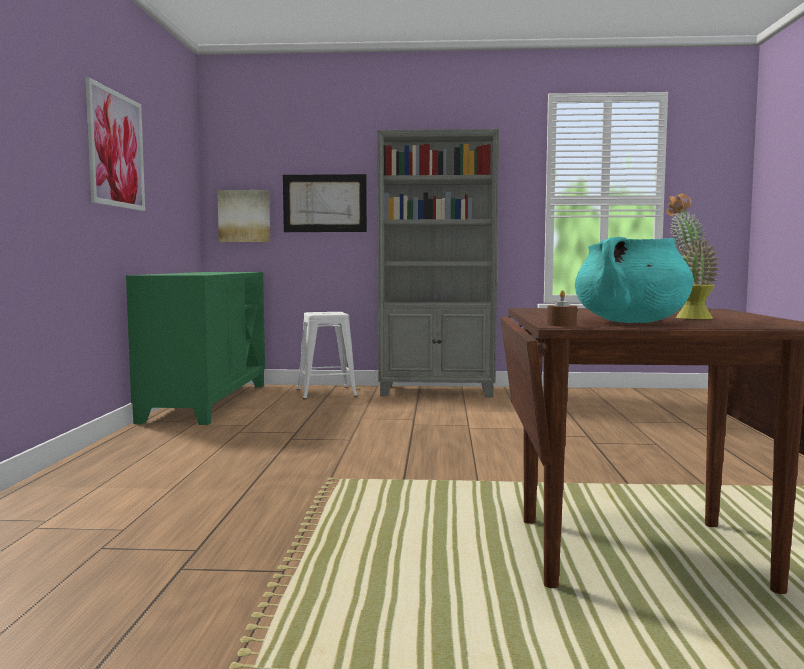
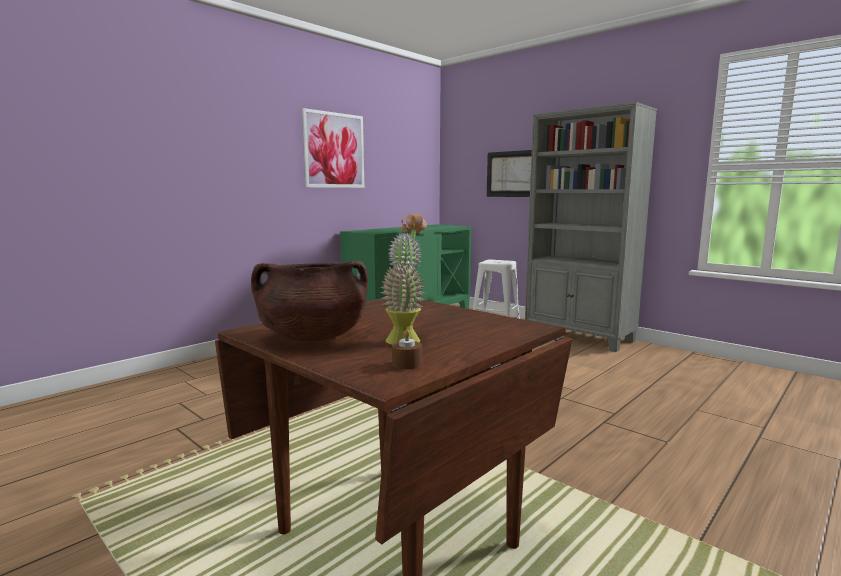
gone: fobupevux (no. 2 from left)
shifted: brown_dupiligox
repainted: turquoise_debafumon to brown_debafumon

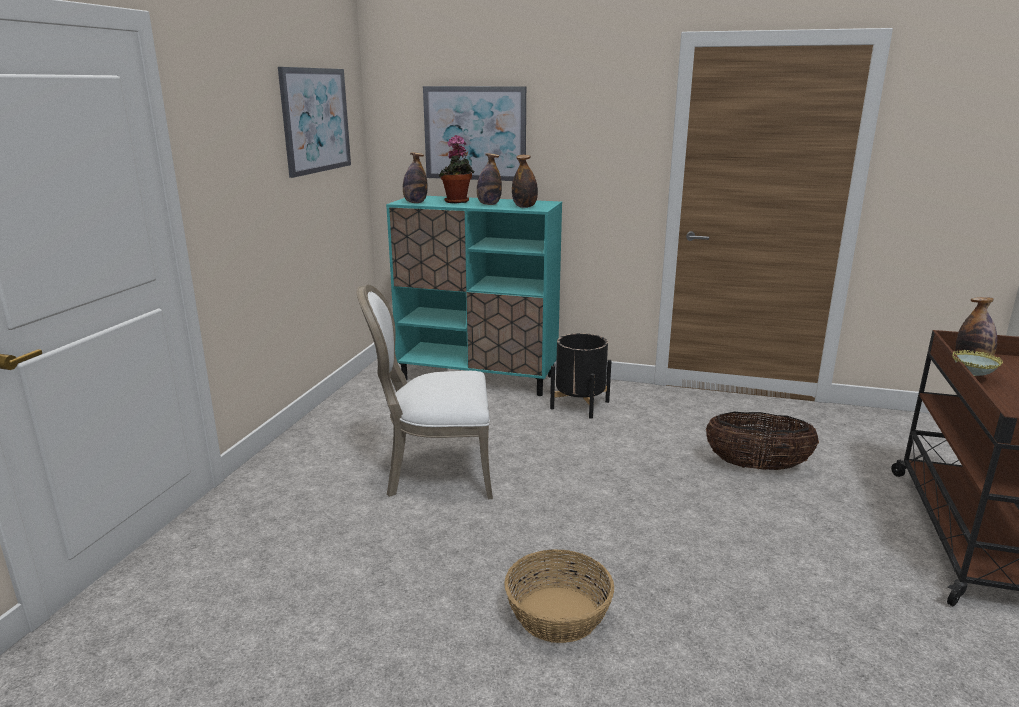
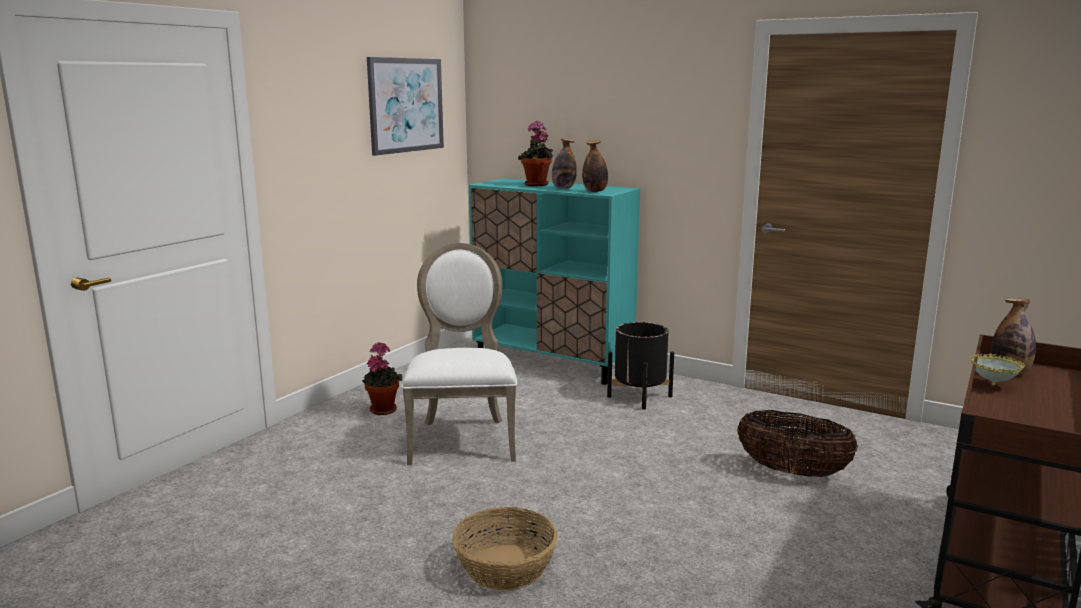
gone: fobupevux (no. 2 from left); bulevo (no. 1 from left)
new: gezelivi (no. 1 from left)
rotated: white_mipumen 75 degrees clockwise

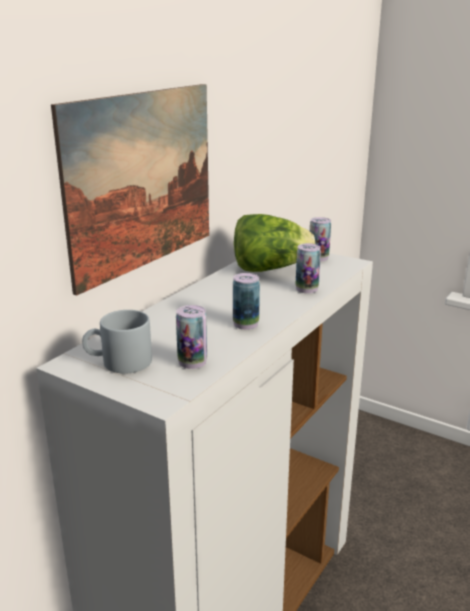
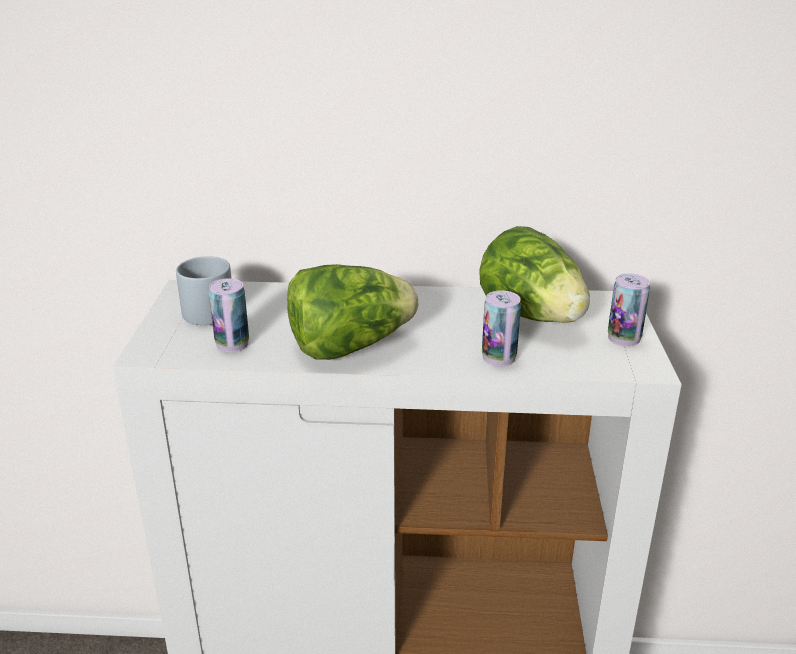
gone: fobupevux
swapped: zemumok (no. 2 from left) to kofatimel (no. 1 from left)

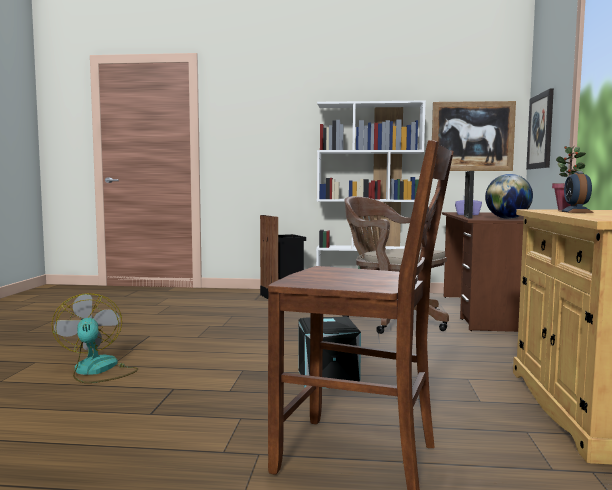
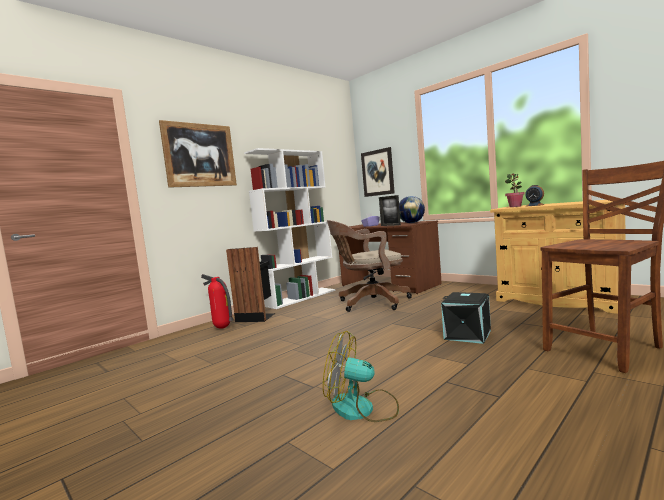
new: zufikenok
shifted: fobupevux (no. 1 from left)

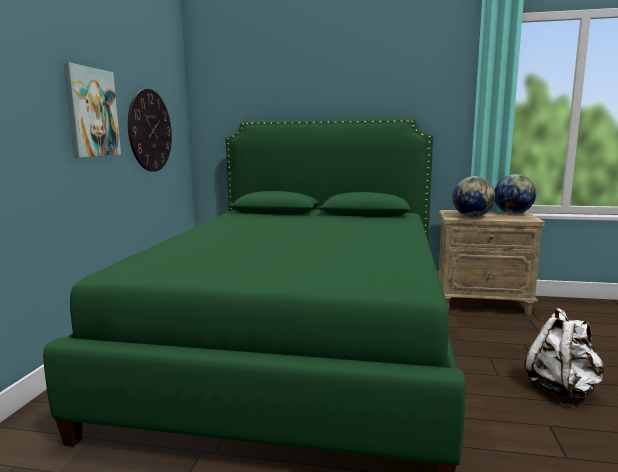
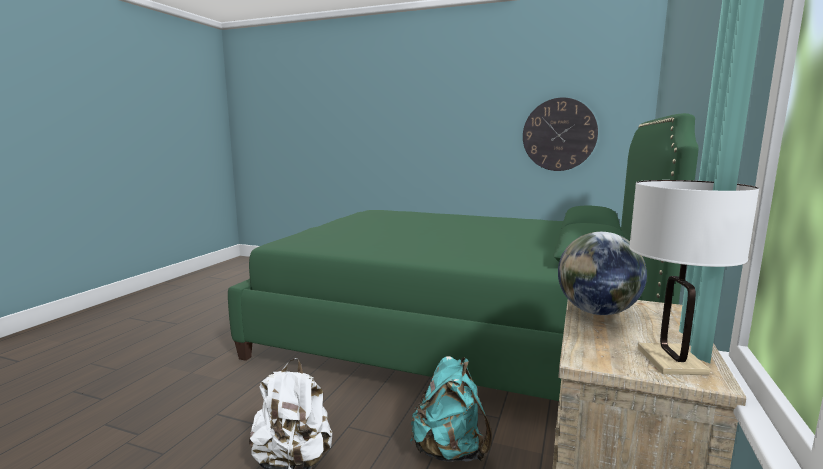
gone: fobupevux
new: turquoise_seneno
swapped: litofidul (no. 2 from left) to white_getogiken

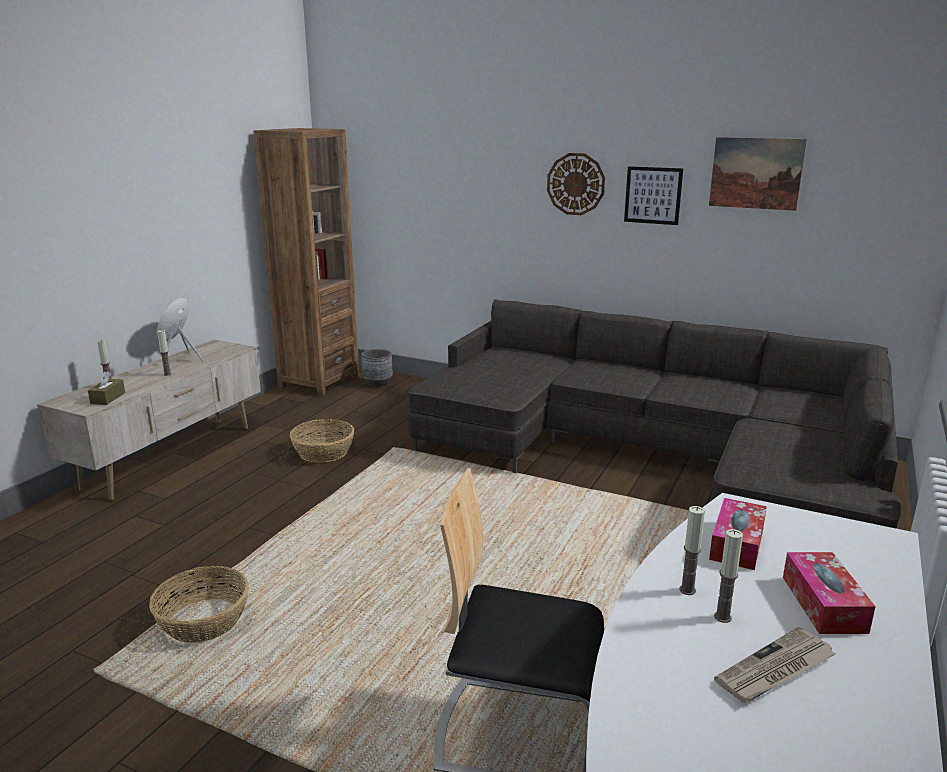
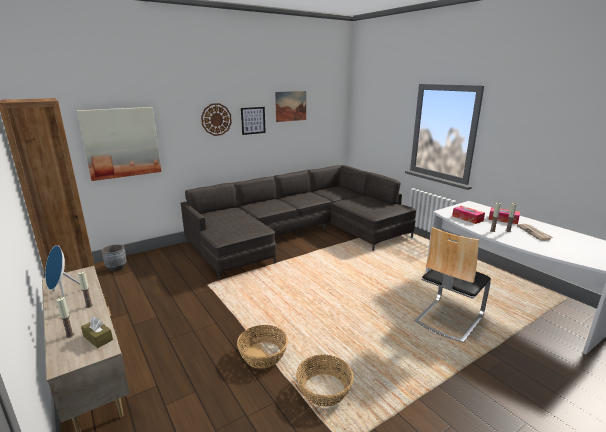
new: fobupevux (no. 1 from left)
shifted: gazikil (no. 2 from left in the first image) to gazikil (no. 1 from left)

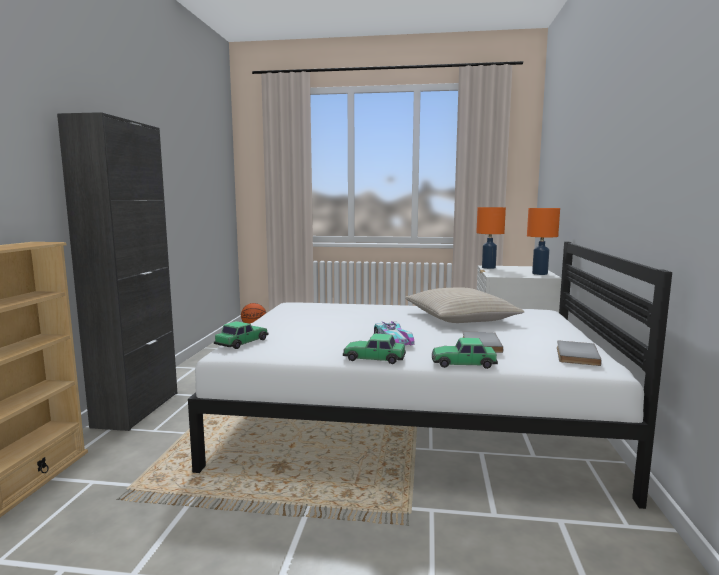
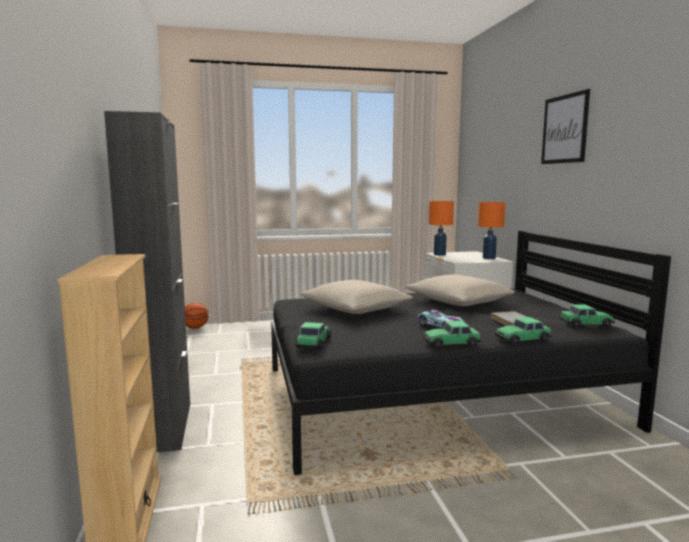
new: fobupevux; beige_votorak (no. 1 from left)
swapped: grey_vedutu (no. 2 from left) to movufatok (no. 5 from left)
repainted: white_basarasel to black_basarasel

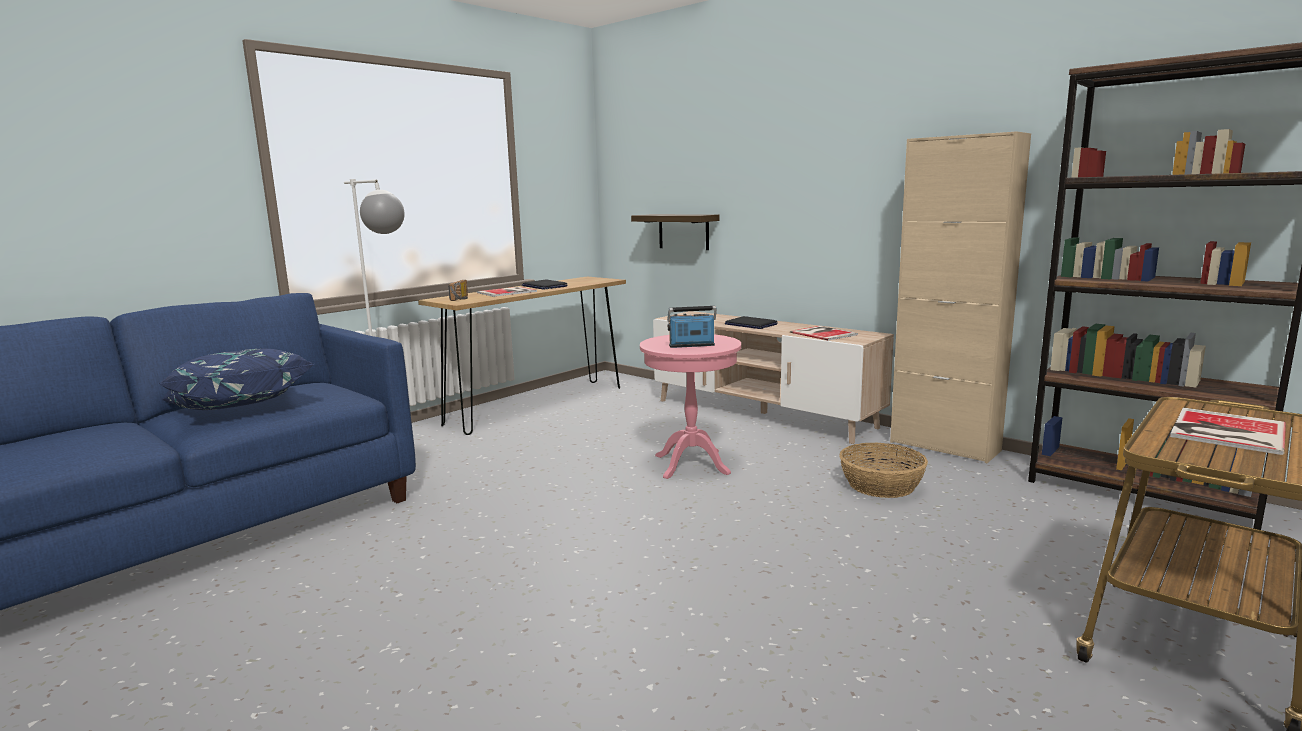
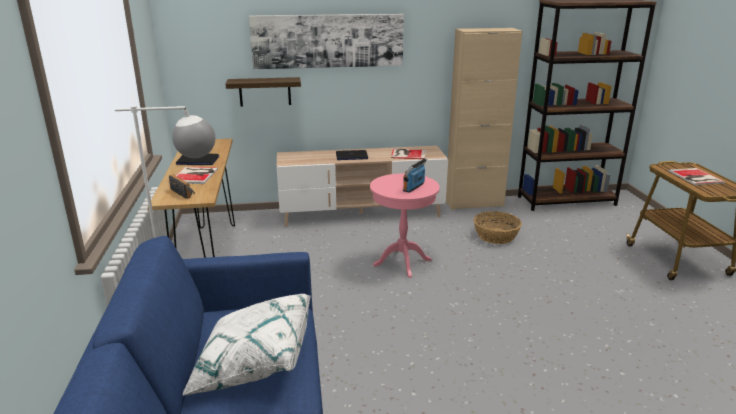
new: fobupevux
repainted: blue_votorak to white_votorak

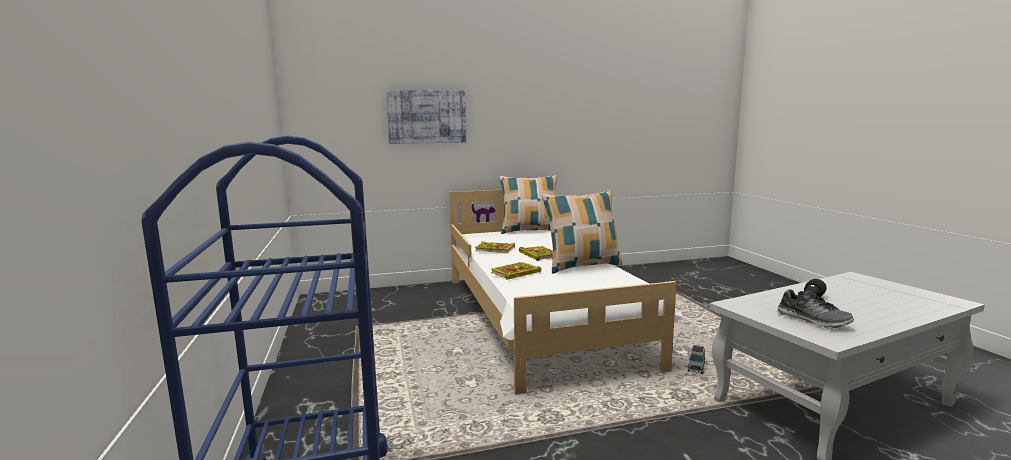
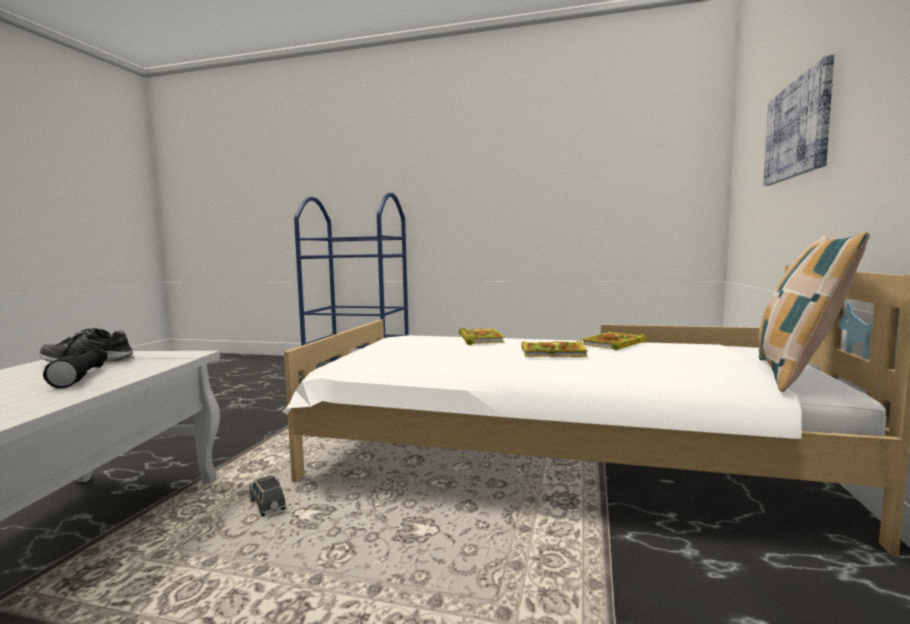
gone: votorak (no. 2 from left)

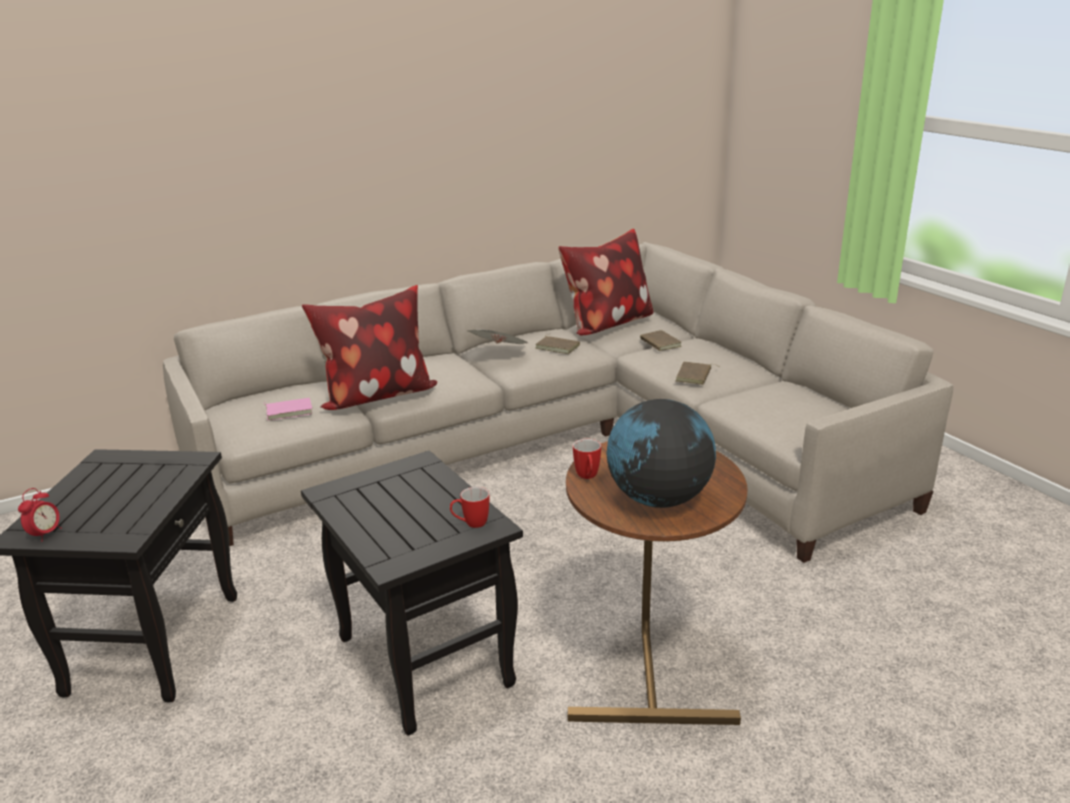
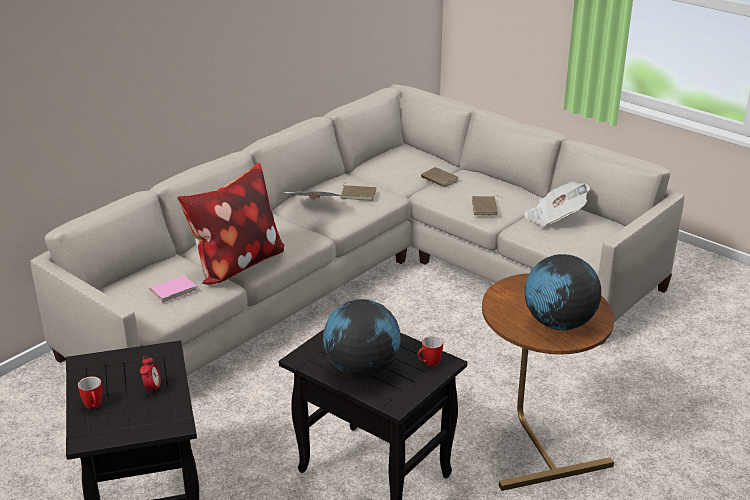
gone: votorak (no. 2 from left)
new: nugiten (no. 2 from left); litofidul (no. 1 from left)
shifted: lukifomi (no. 2 from left in the first image) to lukifomi (no. 1 from left); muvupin

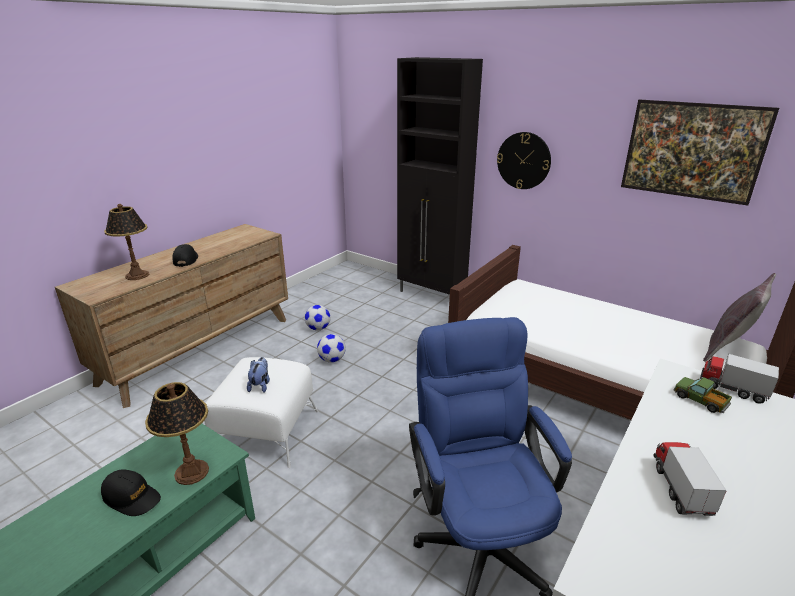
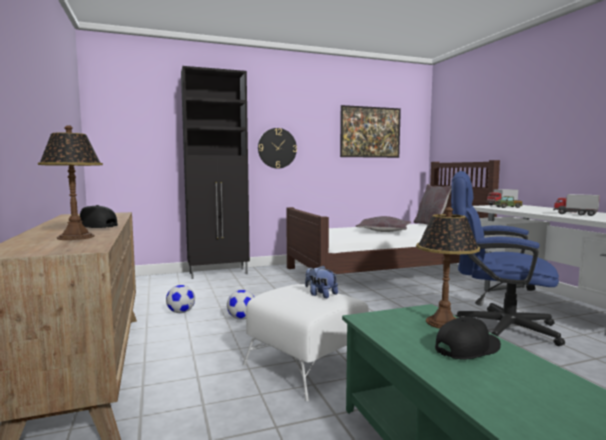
new: grey_votorak (no. 1 from left)

